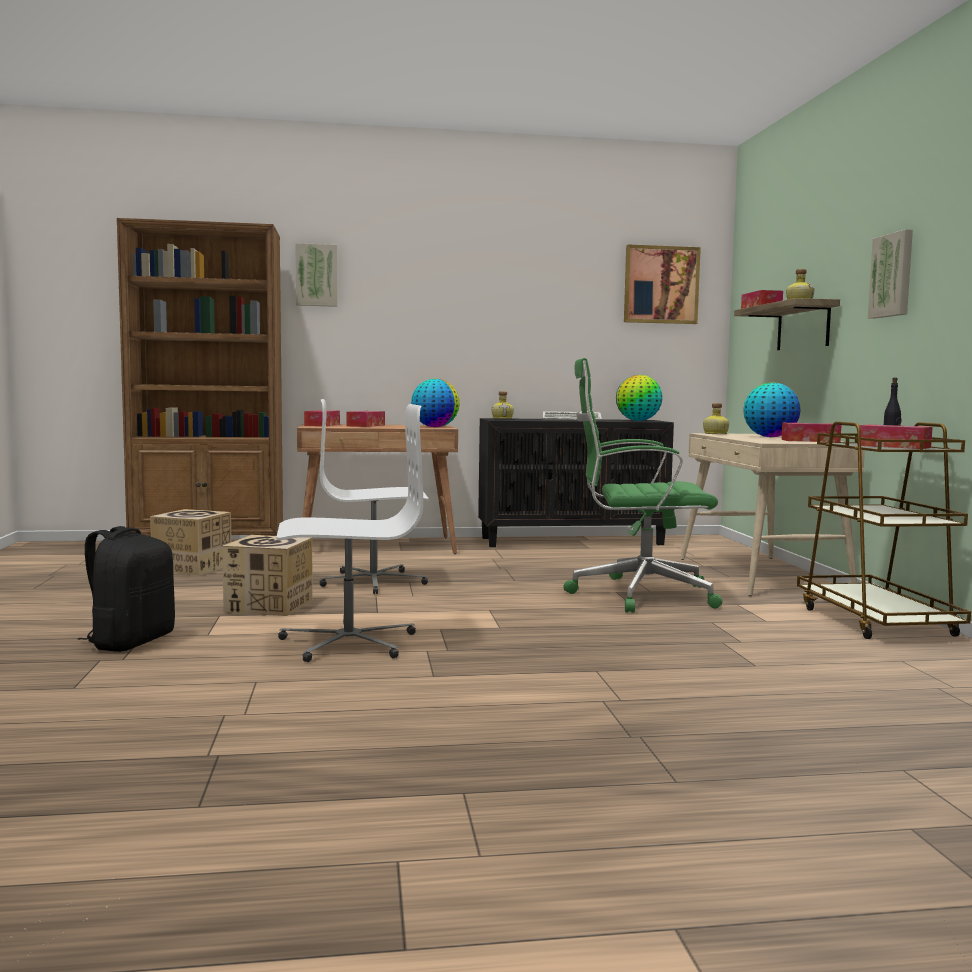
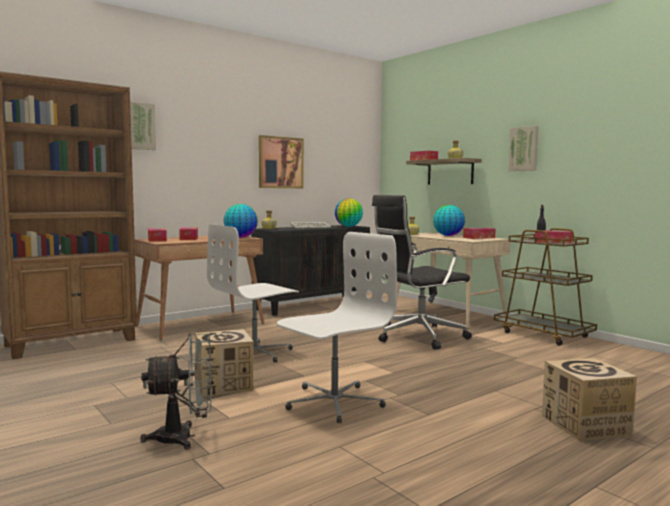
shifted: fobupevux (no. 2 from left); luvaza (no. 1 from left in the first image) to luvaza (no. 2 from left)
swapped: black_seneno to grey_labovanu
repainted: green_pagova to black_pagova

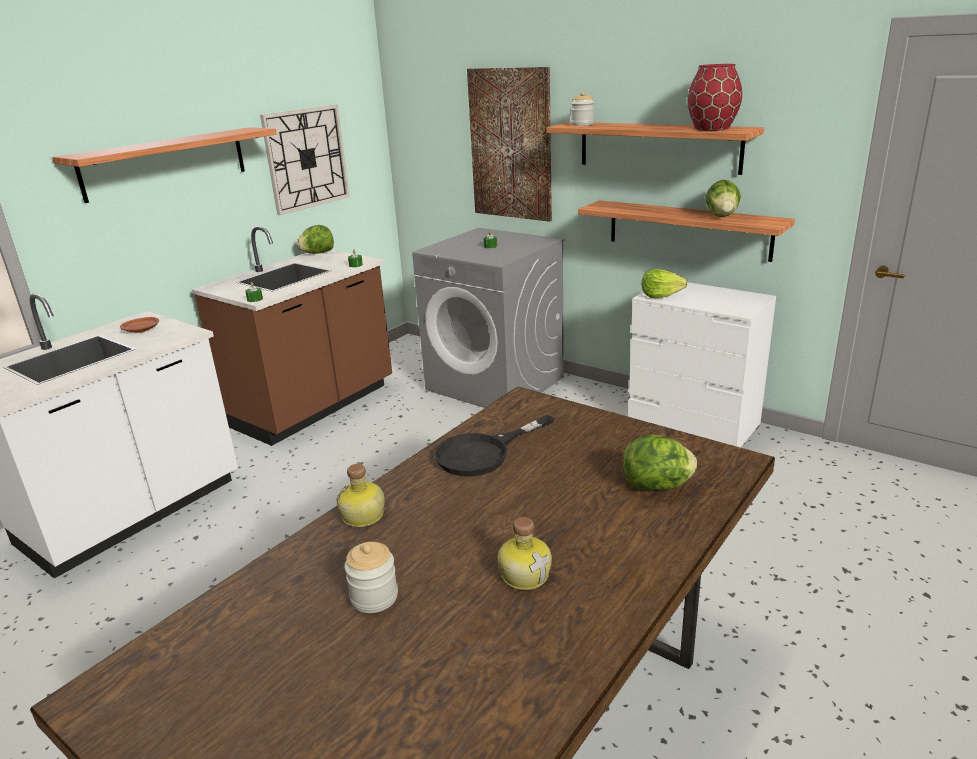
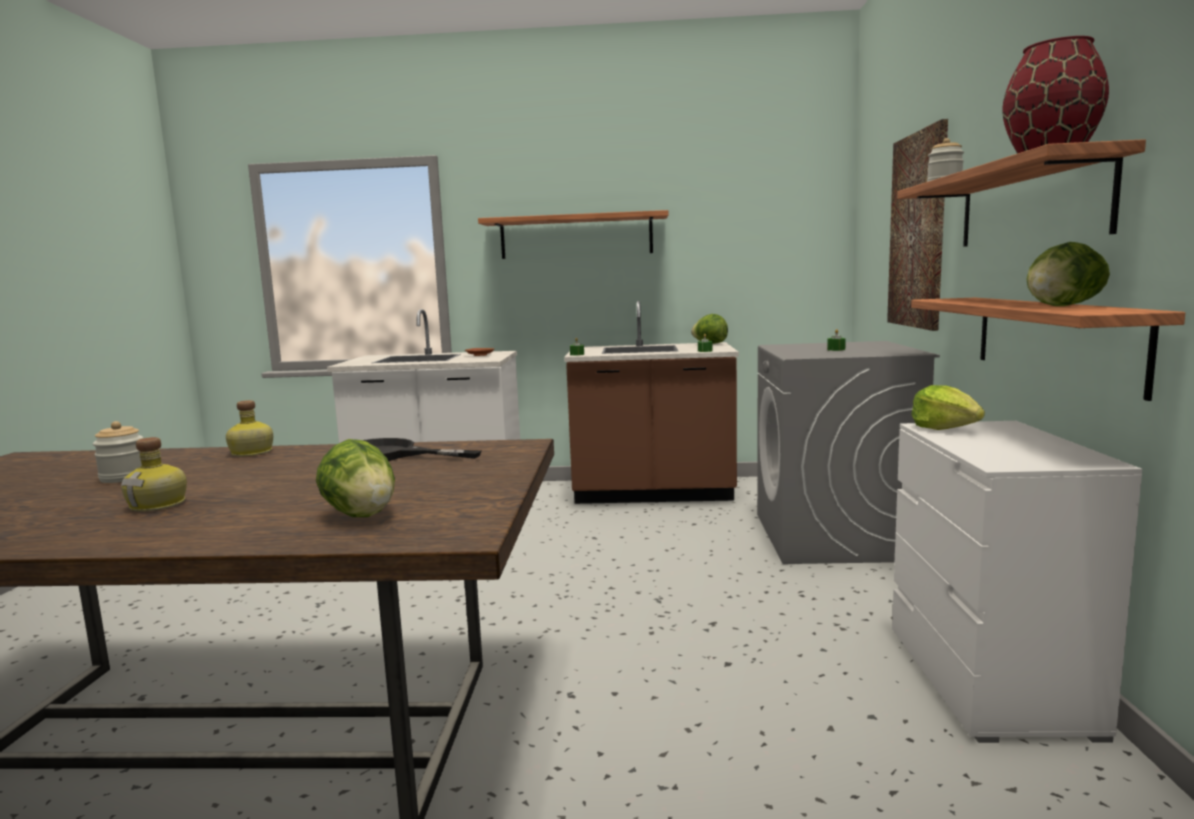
gone: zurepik

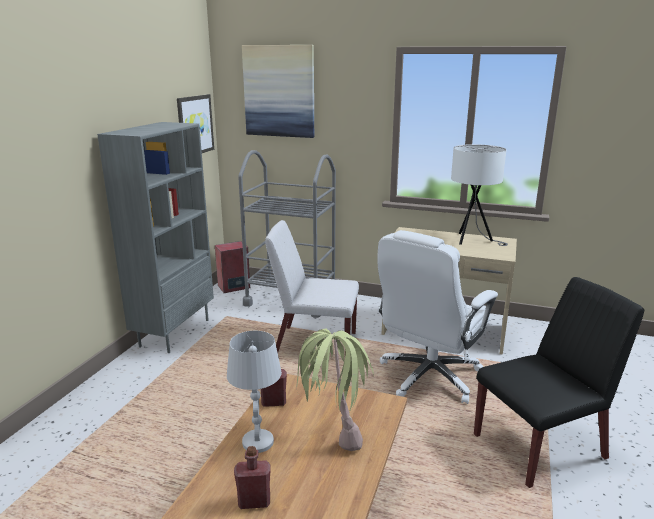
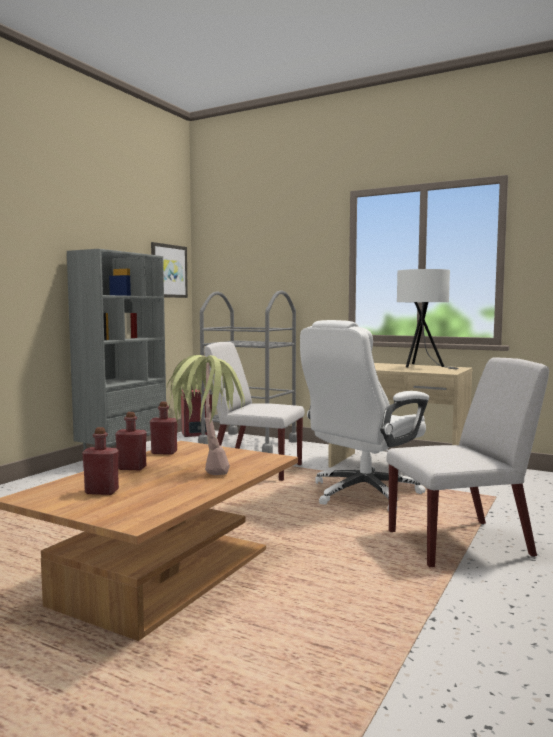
gone: fobupevux (no. 2 from left)
swapped: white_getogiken (no. 1 from left) to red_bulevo (no. 2 from left)
repainted: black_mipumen to white_mipumen (no. 2 from left)

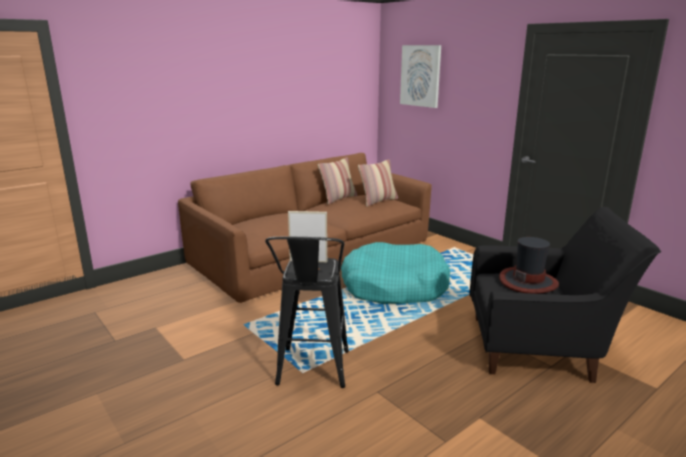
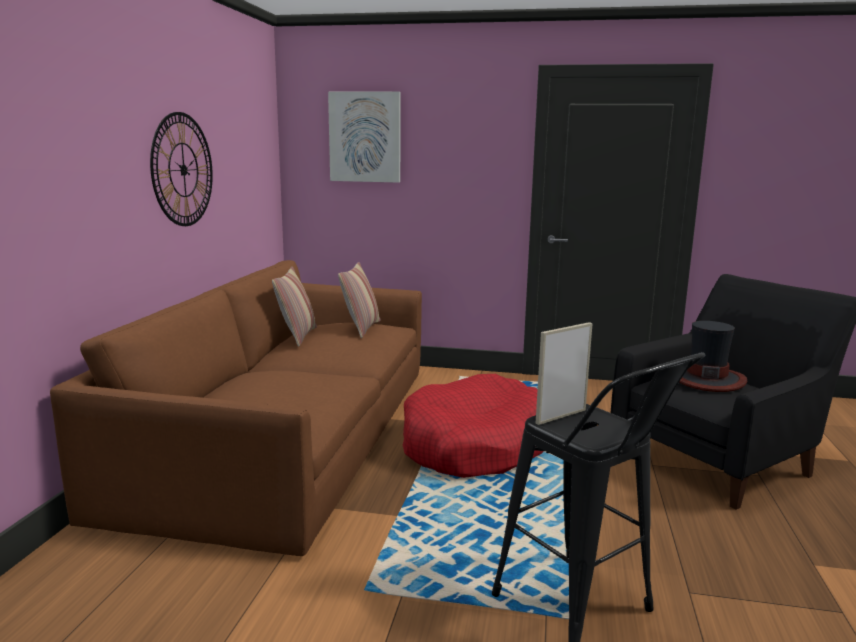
new: zurepik
repainted: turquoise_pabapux to red_pabapux

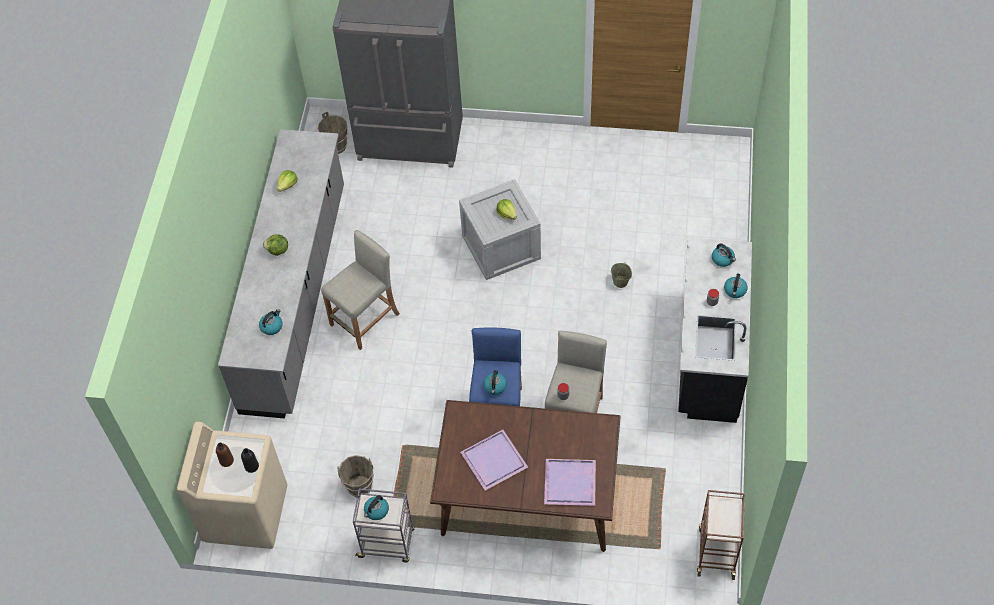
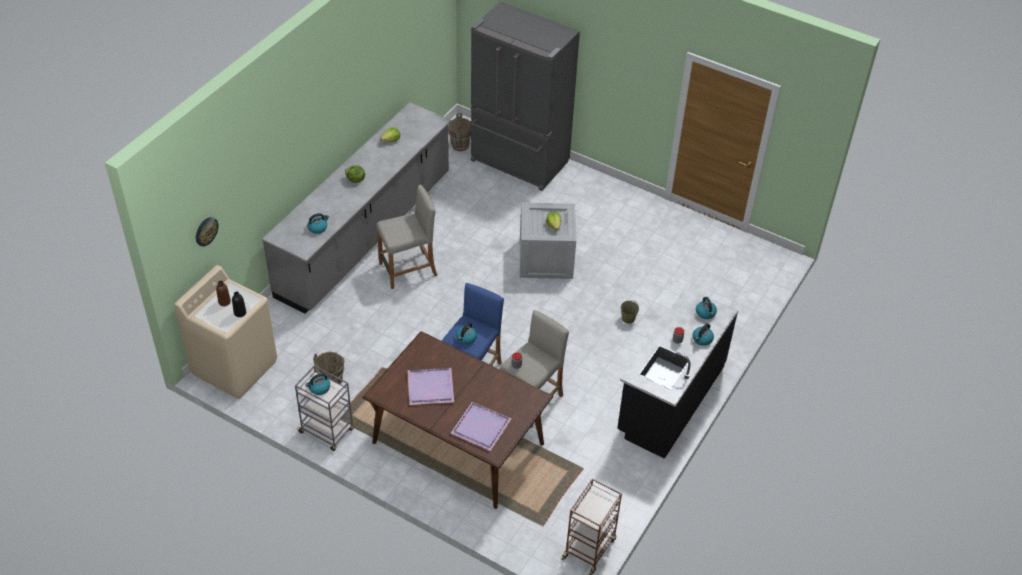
new: zurepik

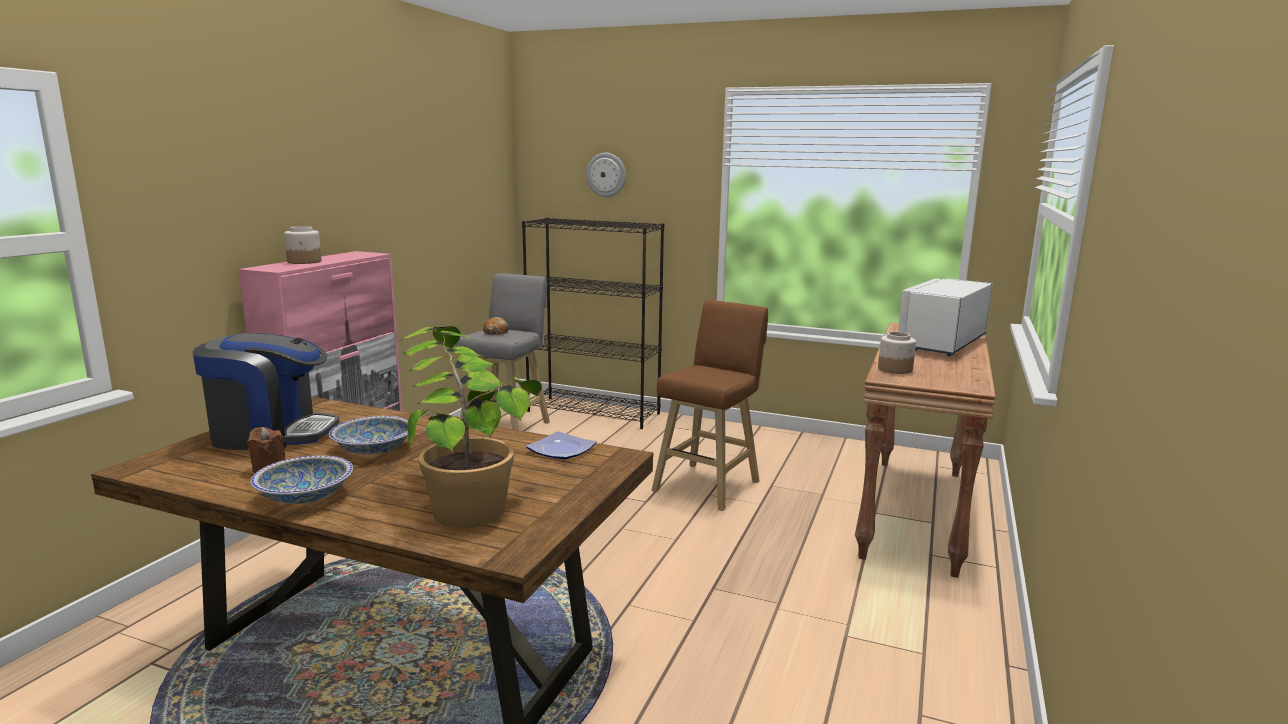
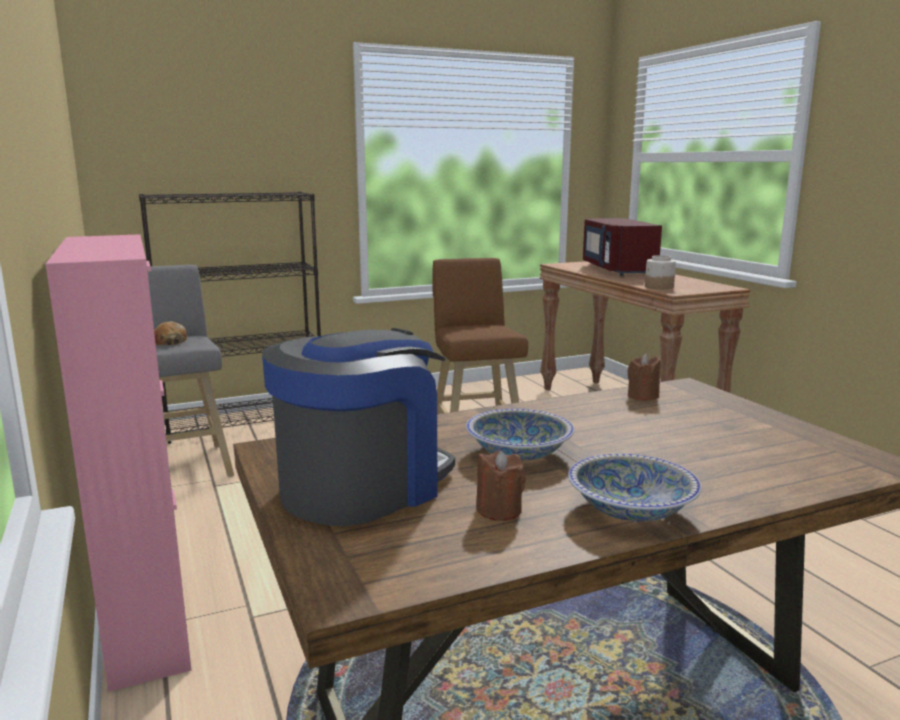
gone: zurepik; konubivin (no. 1 from left); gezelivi
swapped: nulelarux to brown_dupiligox (no. 2 from left)
repainted: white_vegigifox to red_vegigifox

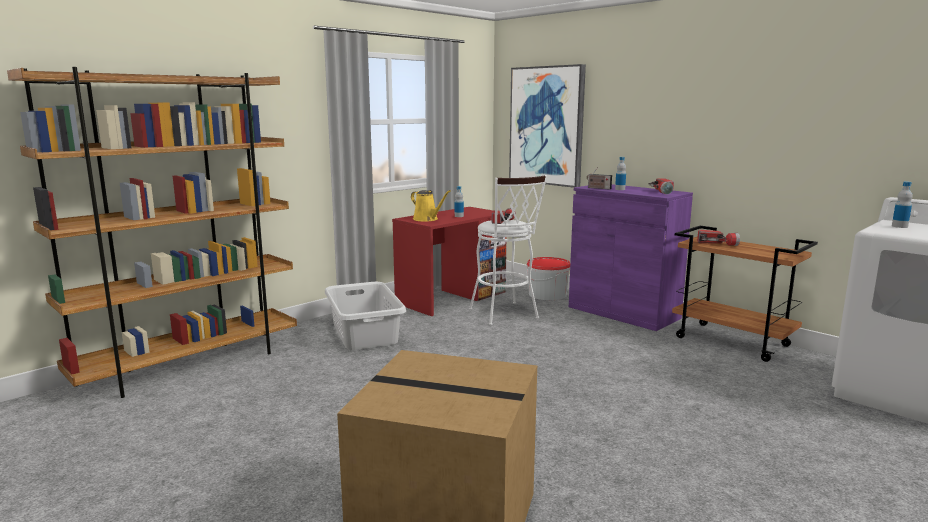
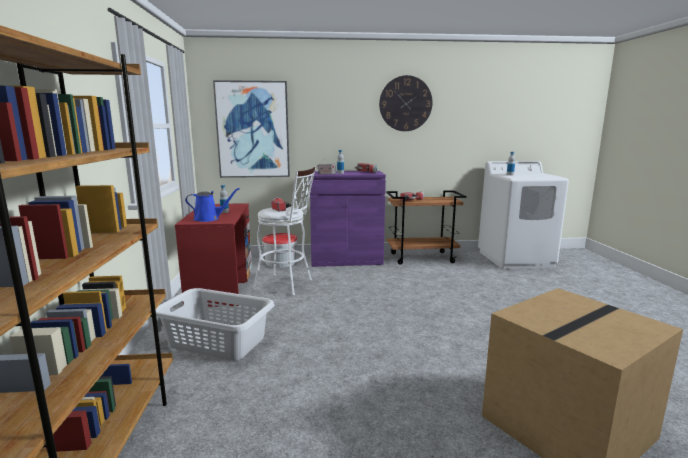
new: zurepik
repainted: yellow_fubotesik to blue_fubotesik

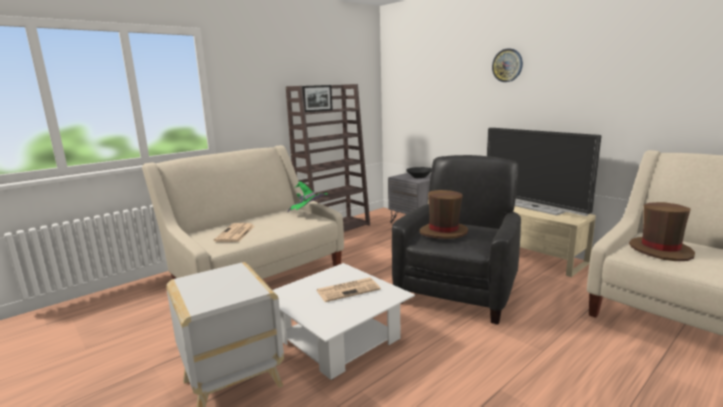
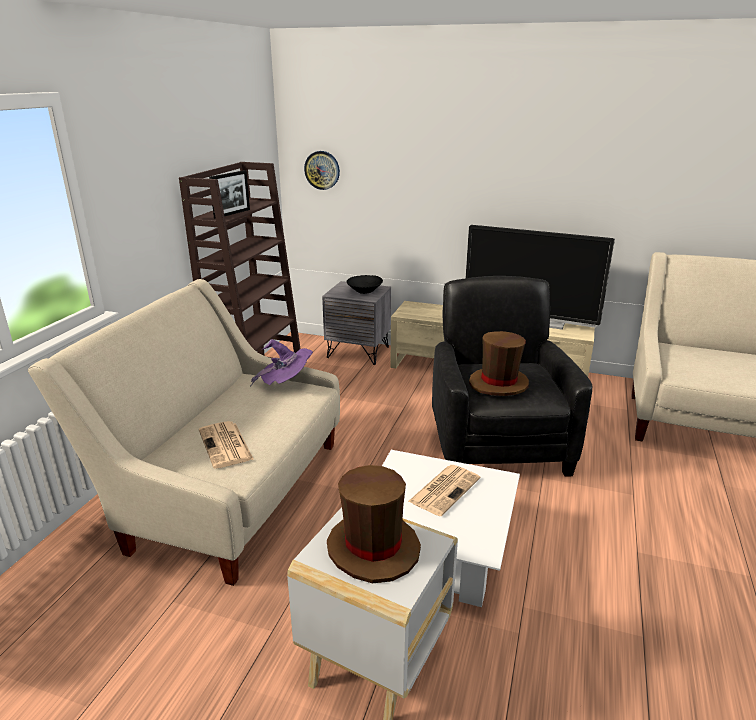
shifted: zurepik; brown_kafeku (no. 2 from left in the first image) to brown_kafeku (no. 1 from left)
repainted: green_kafeku to purple_kafeku

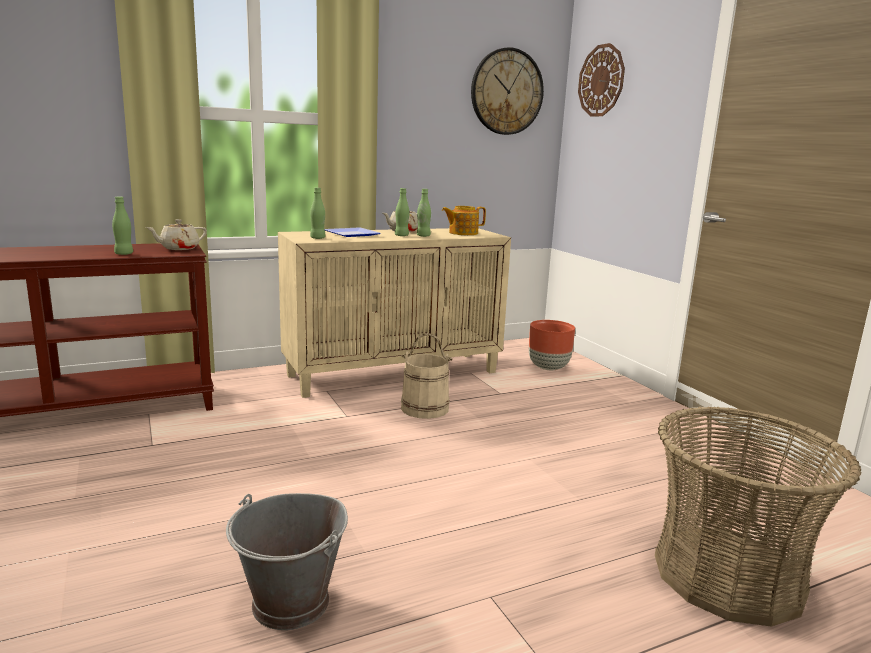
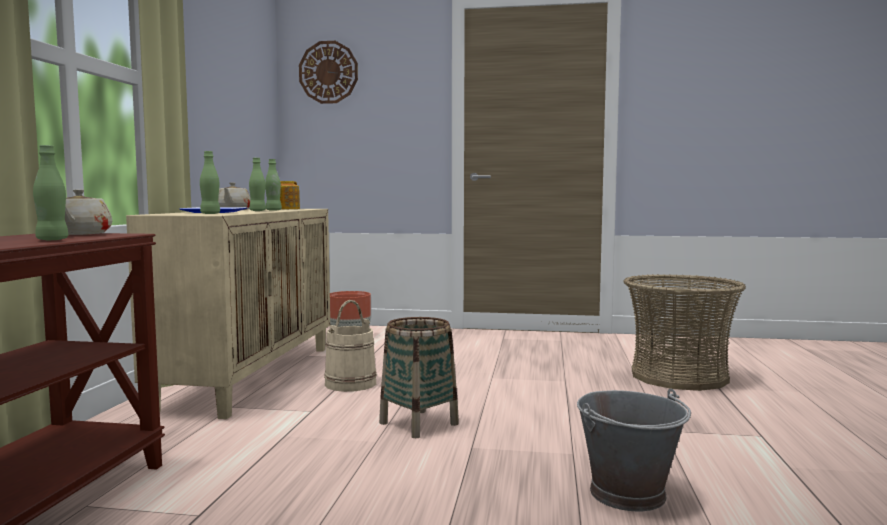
gone: zurepik (no. 1 from left)
new: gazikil (no. 1 from left)

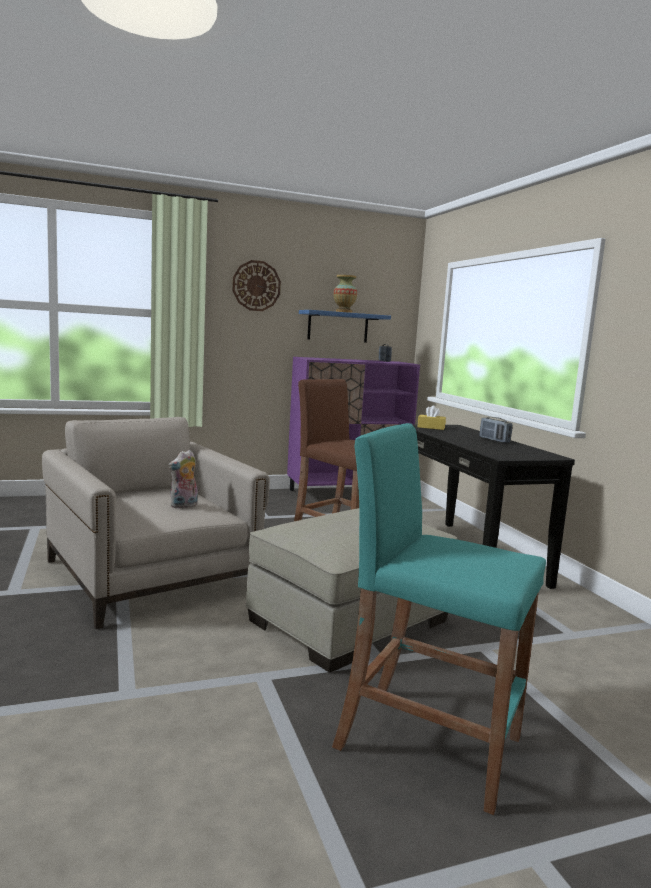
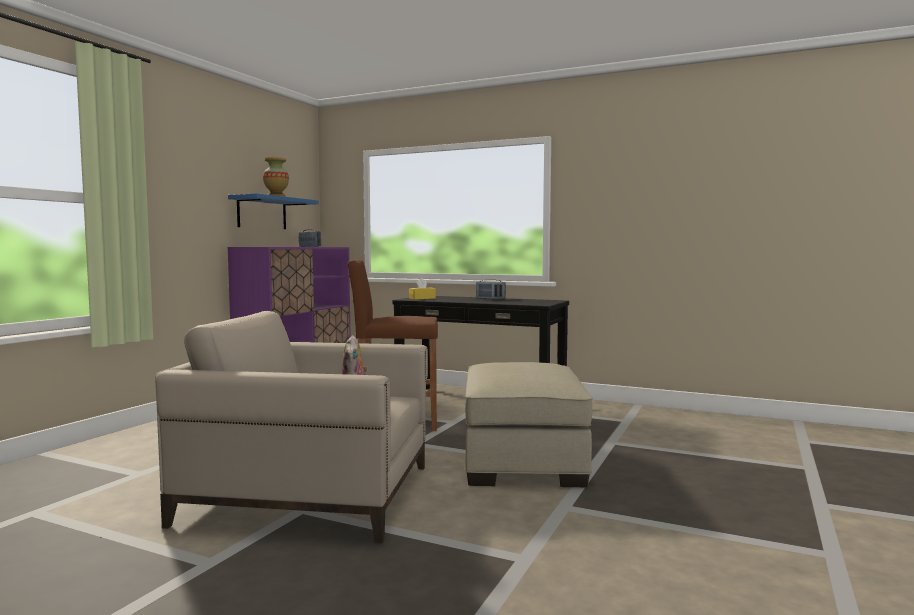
gone: zurepik; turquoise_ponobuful

